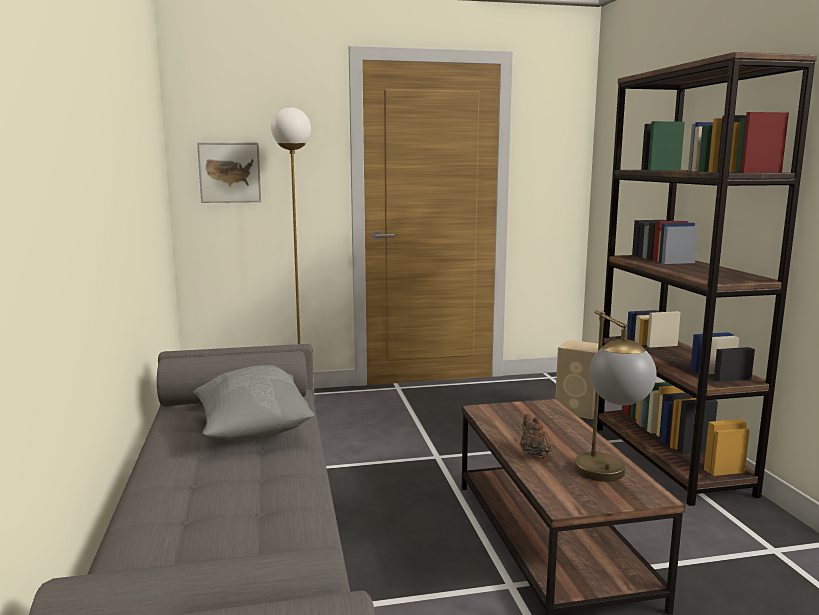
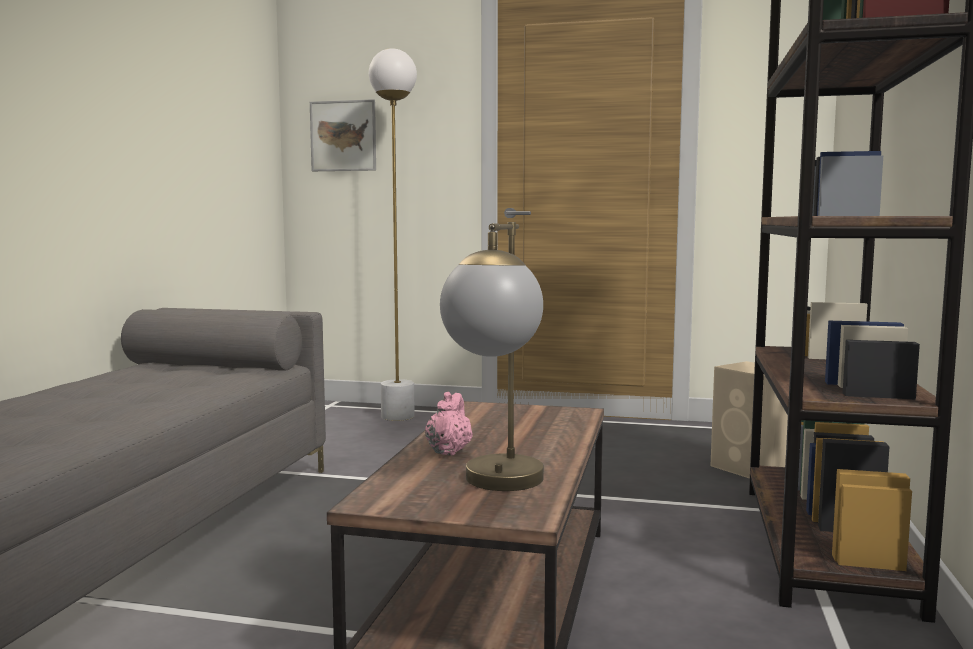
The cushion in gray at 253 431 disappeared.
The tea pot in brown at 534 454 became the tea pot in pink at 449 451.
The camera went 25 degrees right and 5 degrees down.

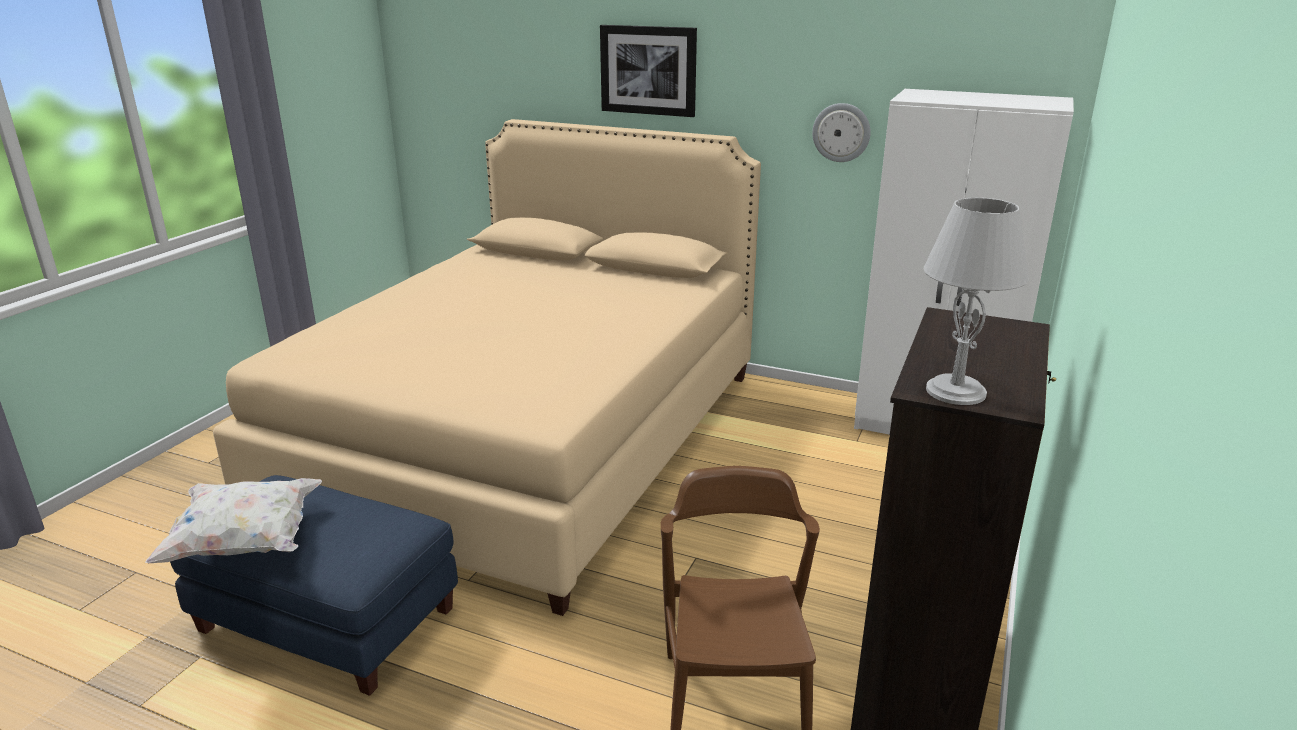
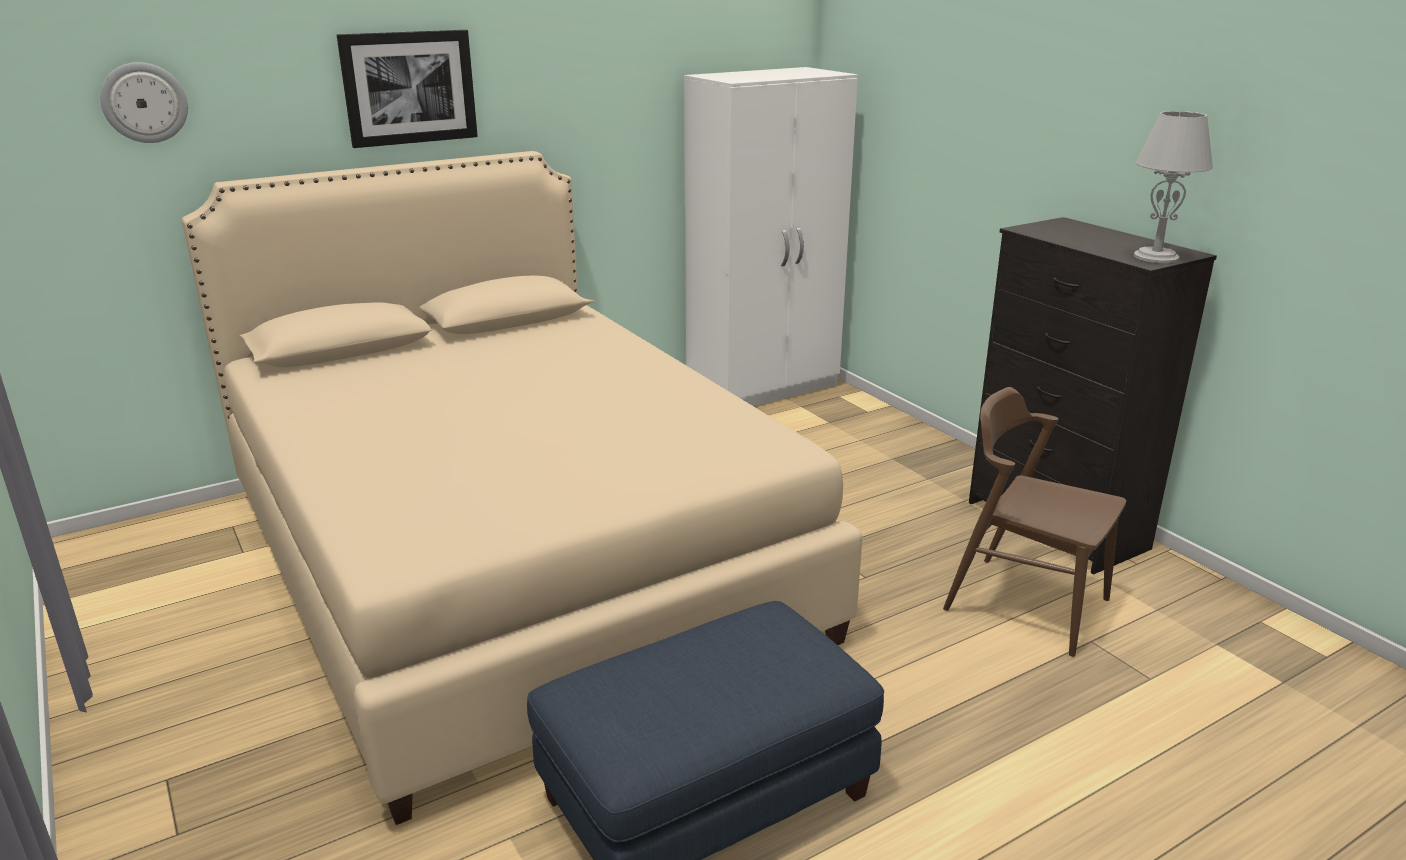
The cushion in white at 246 542 disappeared.
The clock on the wall moved from 841 132 to 144 102.
The camera went 55 degrees left and 0 degrees up.

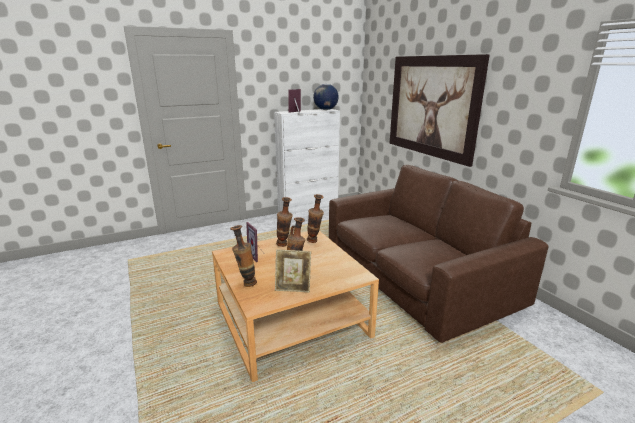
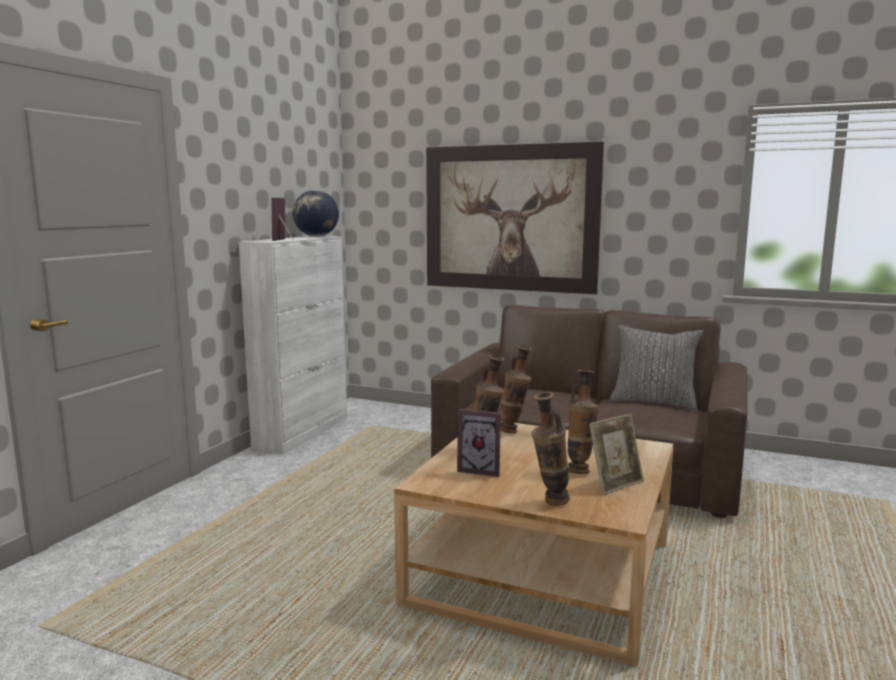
The cushion in gray at 653 402 appeared.
The camera went 40 degrees left and 10 degrees down.

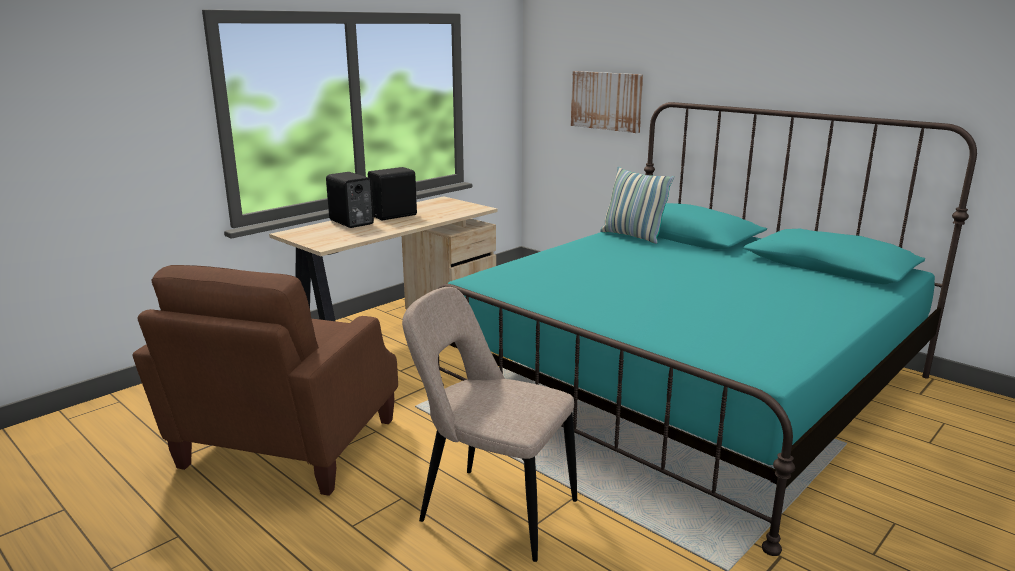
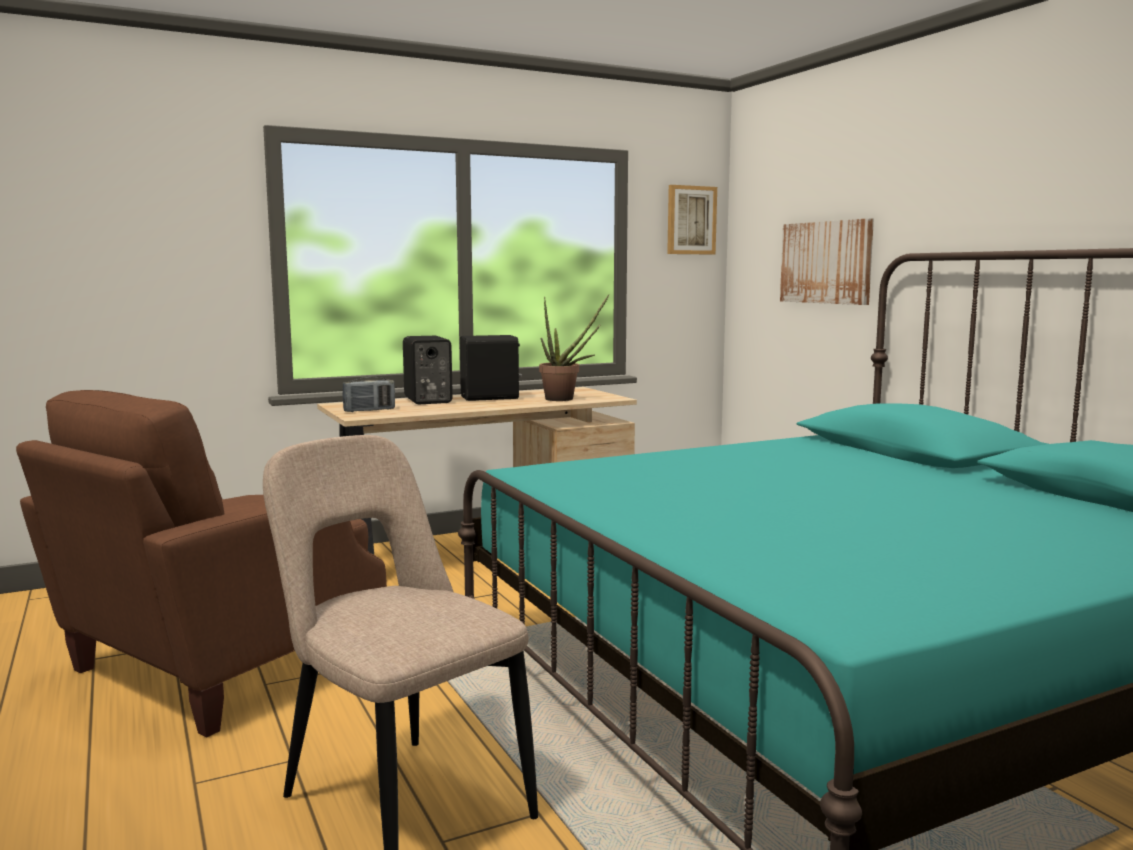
The cushion at 632 236 disappeared.
The radio set at 369 410 appeared.
The houseplant at 566 399 appeared.
The wall art at 691 220 appeared.
The camera went 20 degrees right and 10 degrees down.

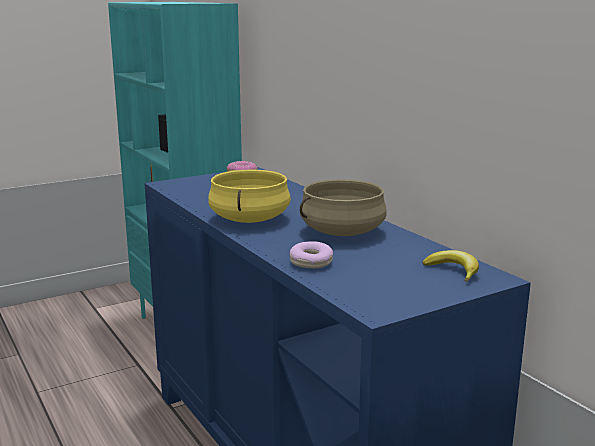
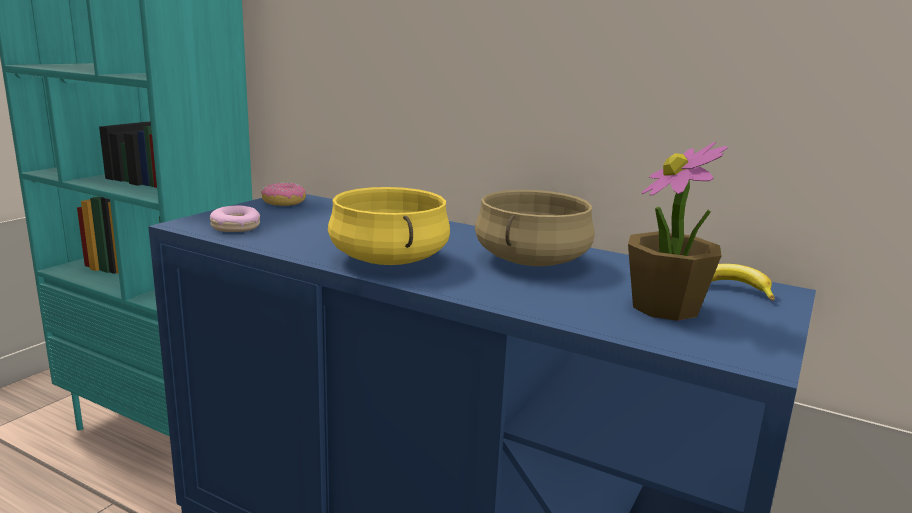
The houseplant at 665 307 appeared.
The donut moved from 311 262 to 235 227.
The camera went 30 degrees left and 0 degrees up.

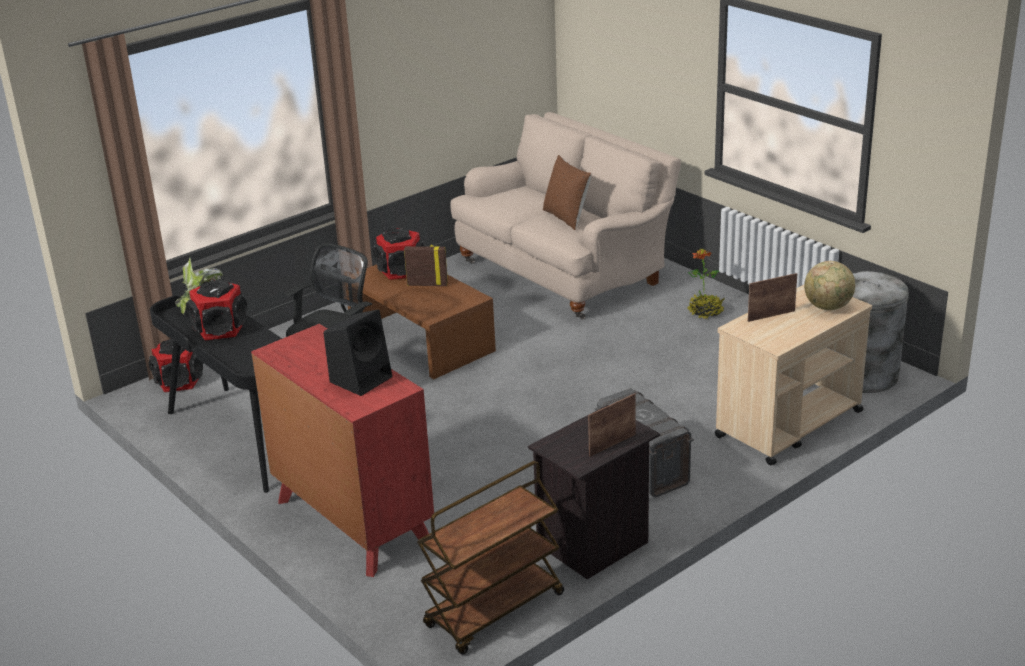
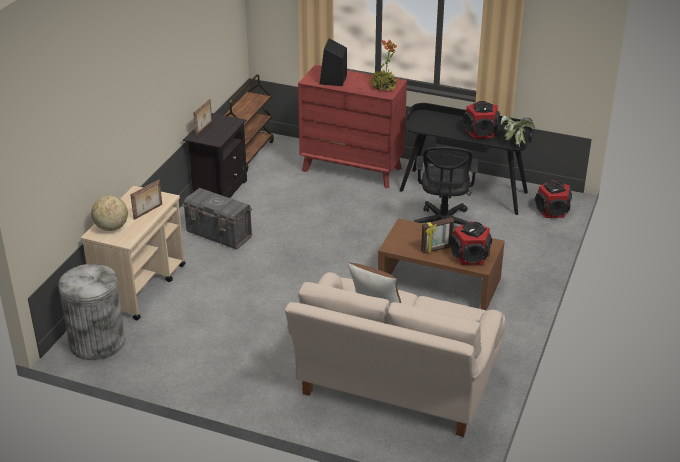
The houseplant moved from 705 312 to 383 86.
The camera went 150 degrees right and 5 degrees up.

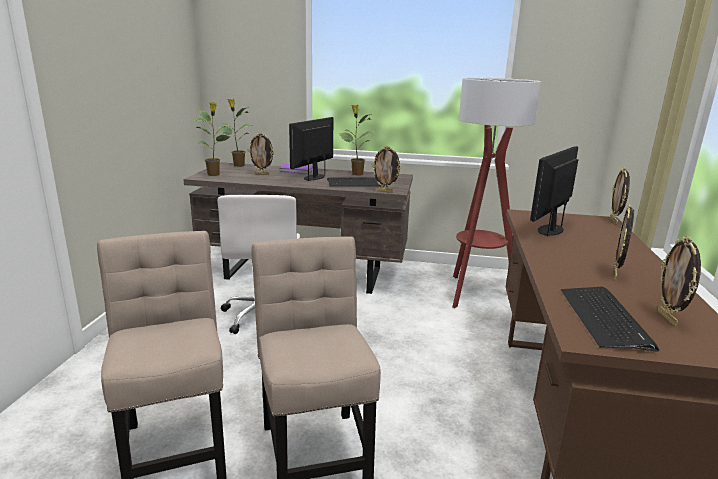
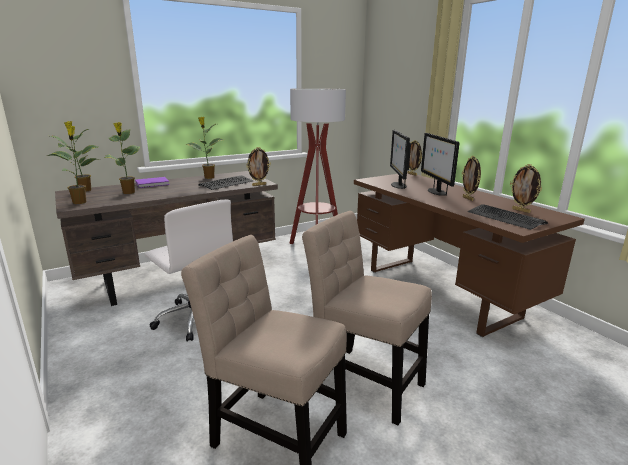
The computer display moved from 314 177 to 436 192.
The standing frame at 262 174 was replaced by the houseplant at 128 192.
The camera went 40 degrees left and 0 degrees up.

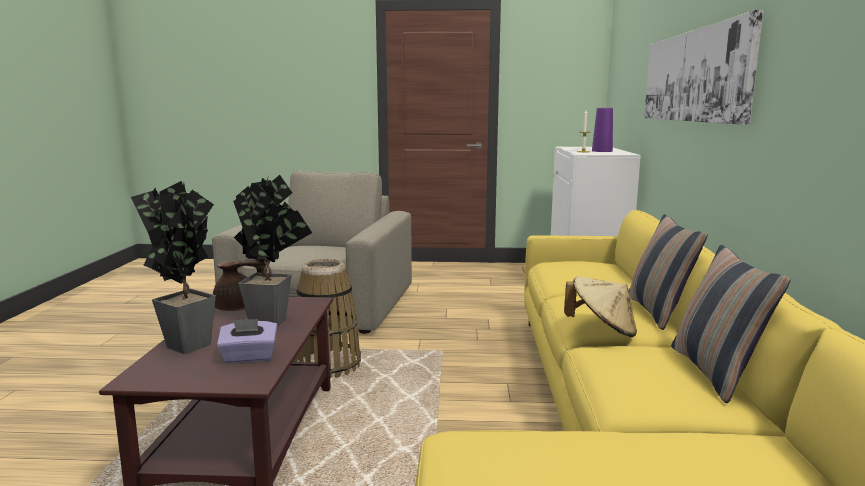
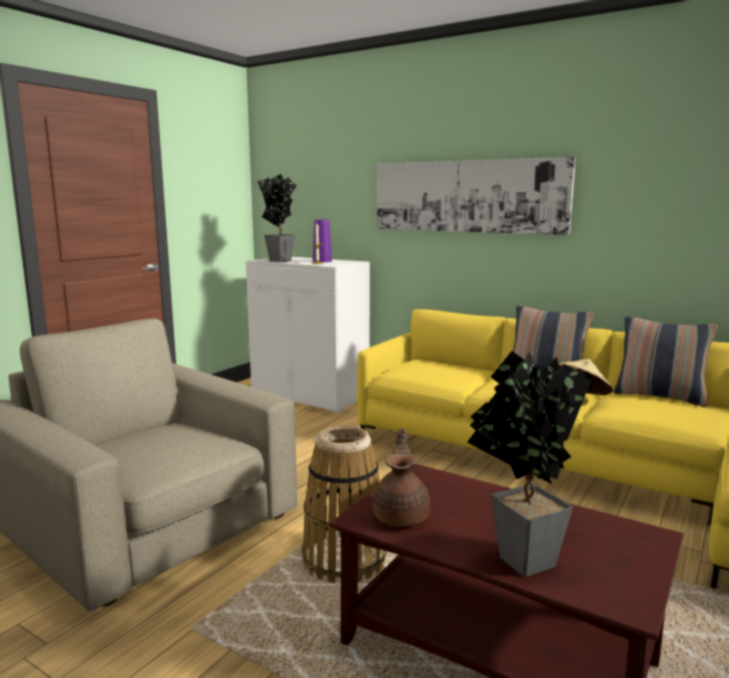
The tissue box in purplish at 249 357 disappeared.
The houseplant moved from 274 320 to 279 261.
The camera went 60 degrees left and 0 degrees up.

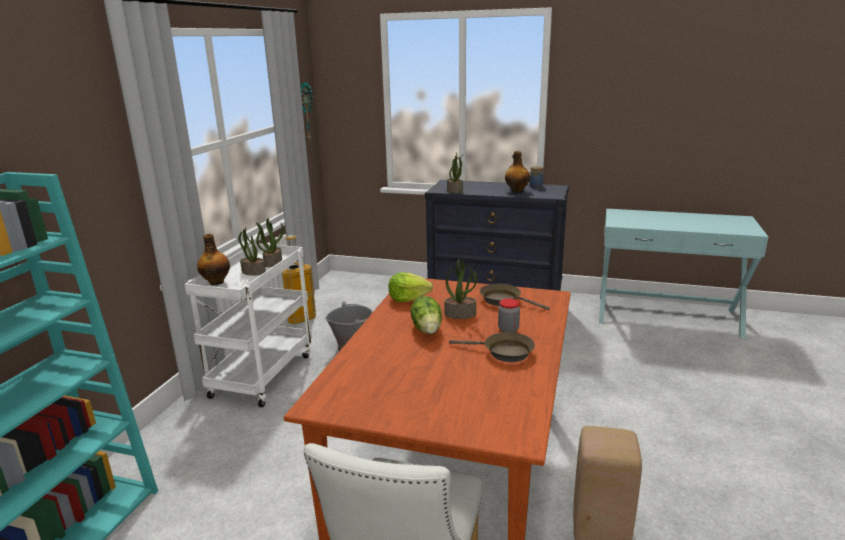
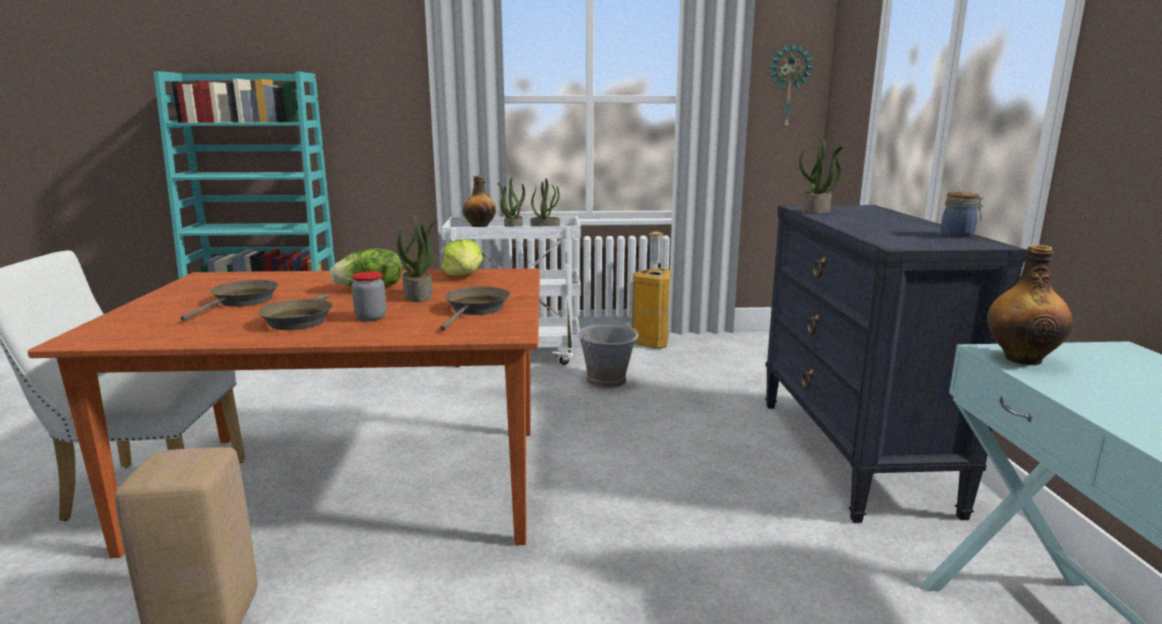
The frying pan in brown at 242 302 appeared.
The beverage bottle moved from 516 191 to 1021 359.
The camera went 70 degrees right and 5 degrees down.

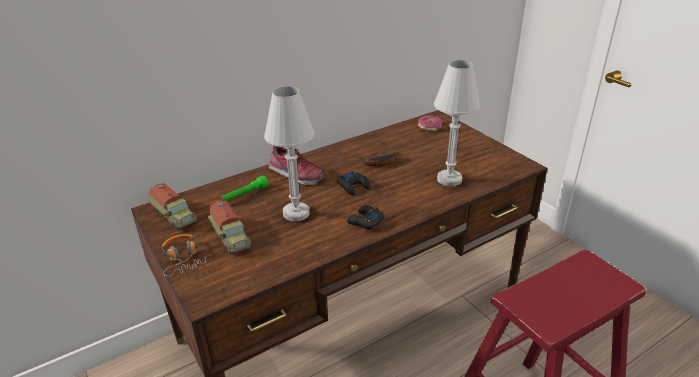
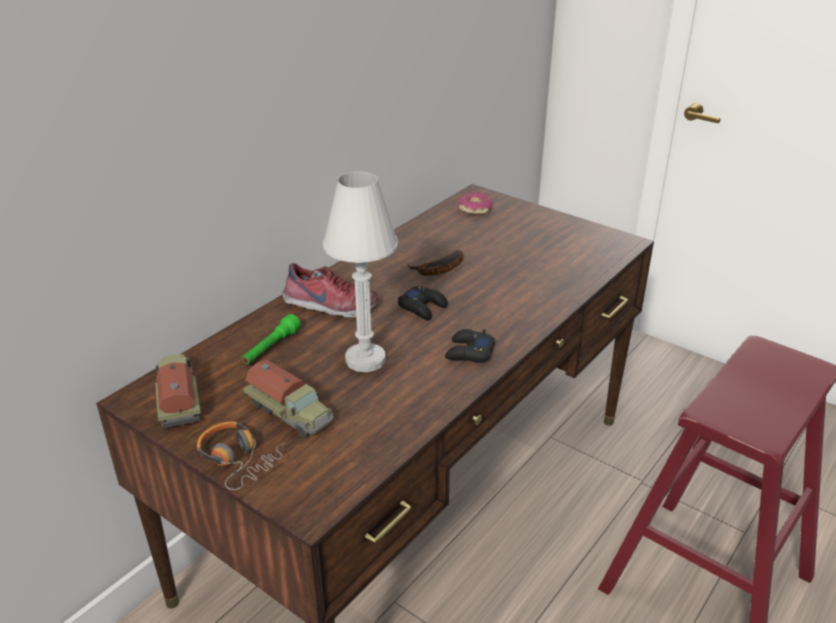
The table lamp in white at 449 179 disappeared.
The toy truck at 174 215 turned 135 degrees counterclockwise.
The camera went 20 degrees left and 0 degrees up.

